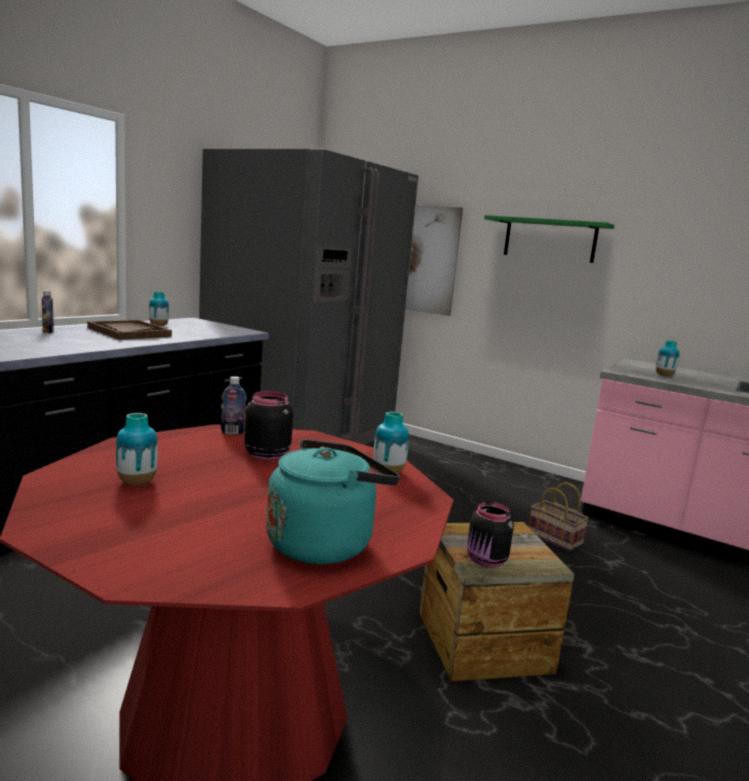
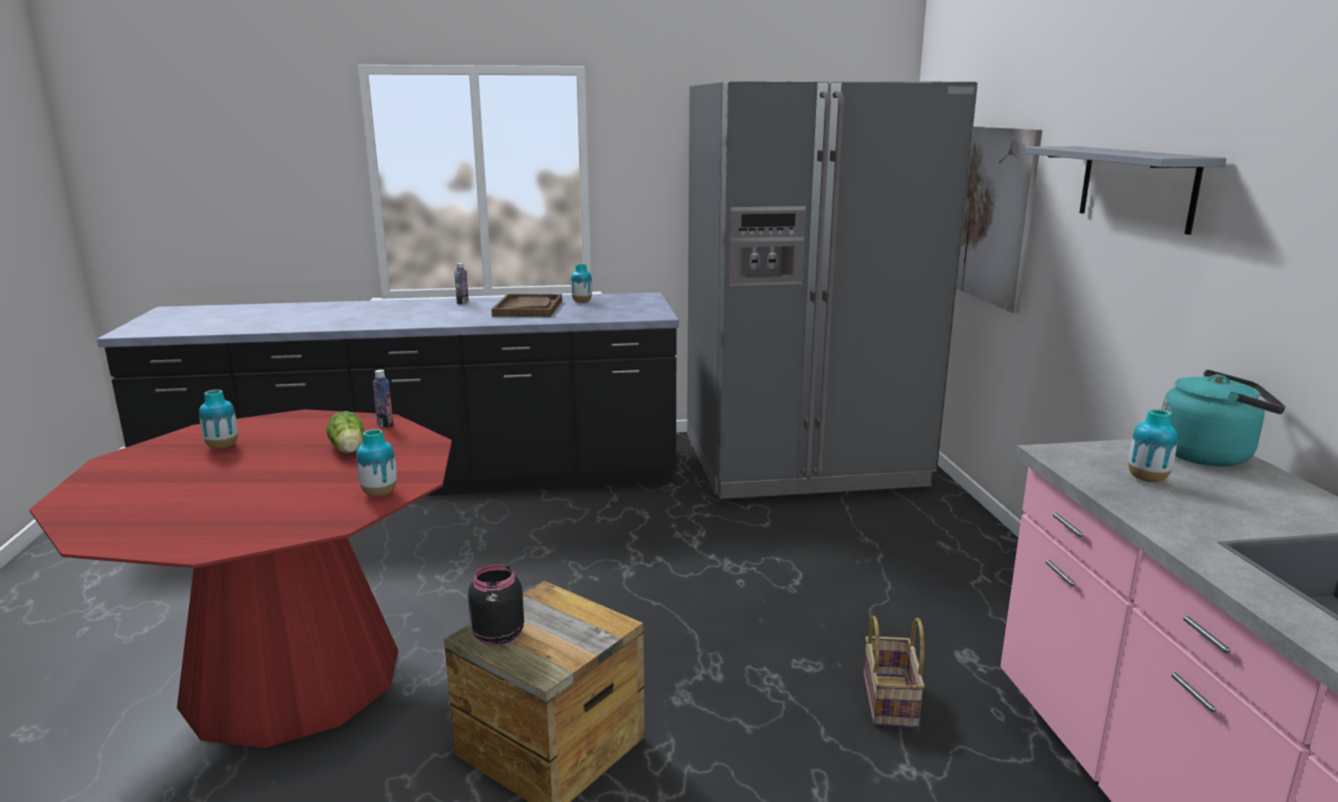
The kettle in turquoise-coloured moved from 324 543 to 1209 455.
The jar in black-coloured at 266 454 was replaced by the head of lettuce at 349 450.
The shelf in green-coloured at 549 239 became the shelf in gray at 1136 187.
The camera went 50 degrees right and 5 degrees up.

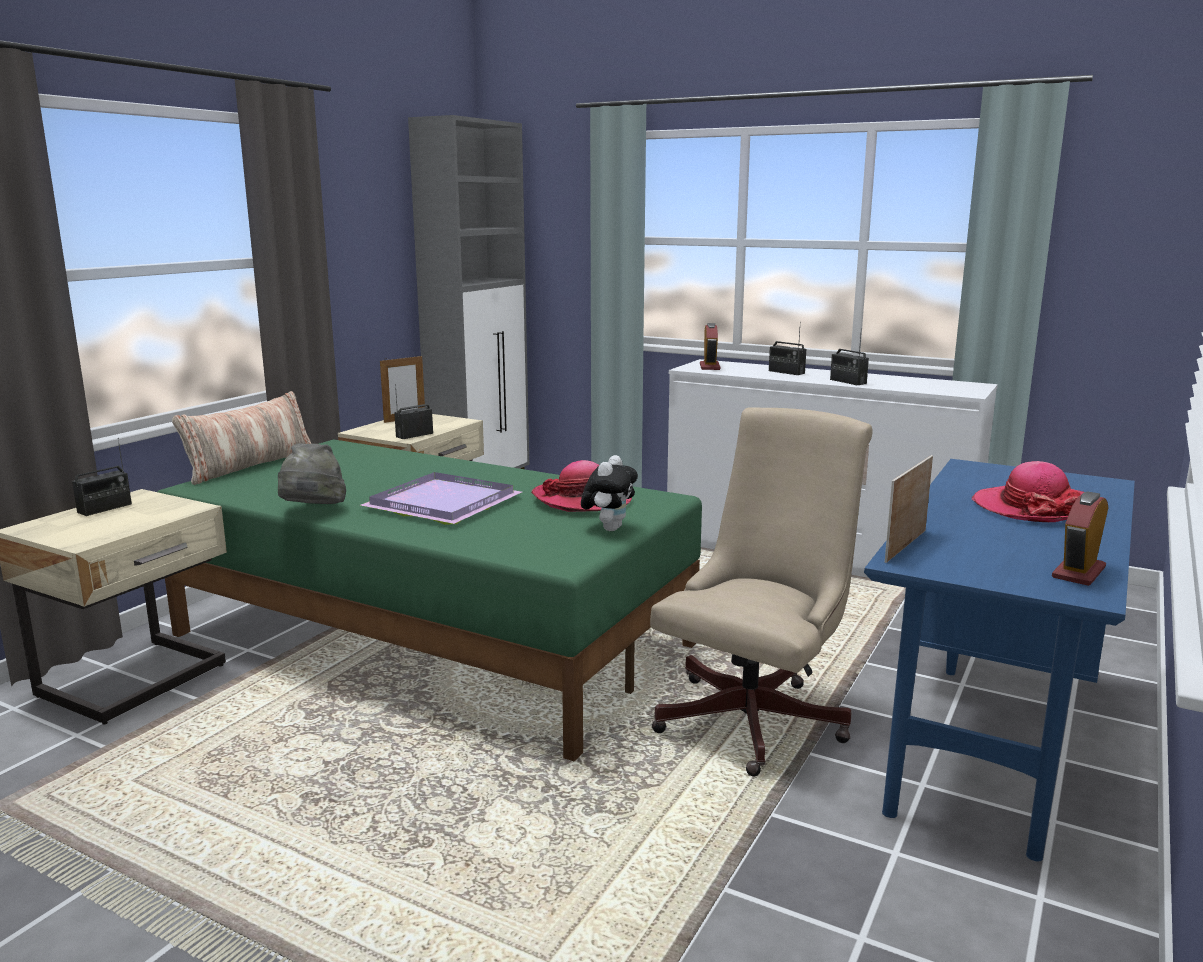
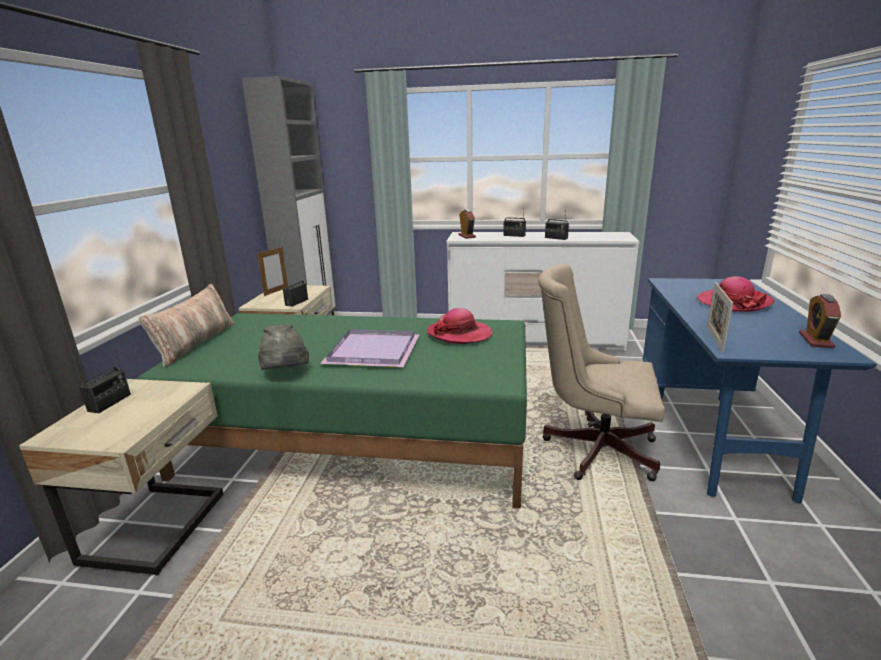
The cuddly toy at 609 528 disappeared.
The computer chair in sand-coloured at 758 716 turned 90 degrees counterclockwise.
The camera went 20 degrees left and 5 degrees up.

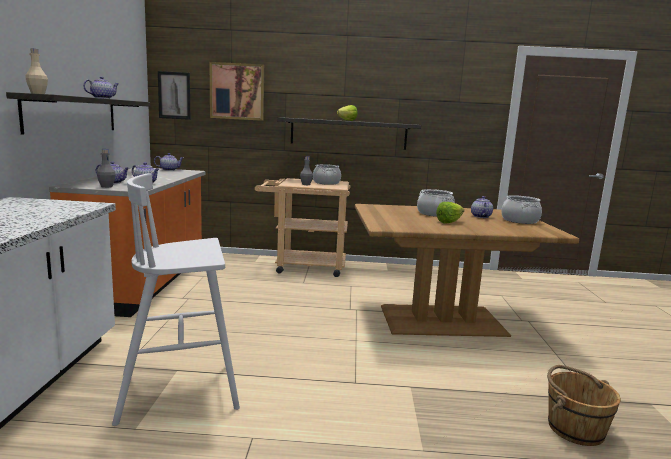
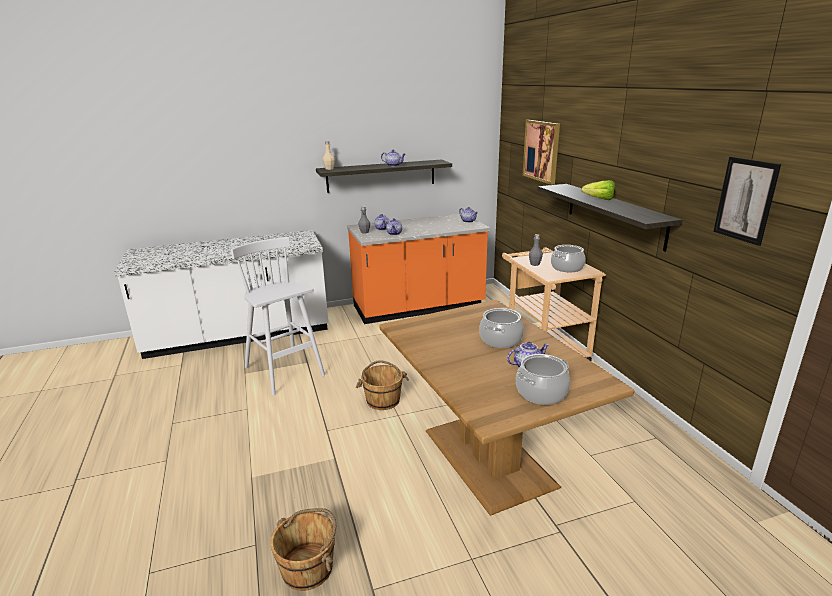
The head of lettuce at 451 222 disappeared.
The pail in brown at 383 400 appeared.
The wall art moved from 174 95 to 745 200.
The camera went 70 degrees right and 10 degrees up.

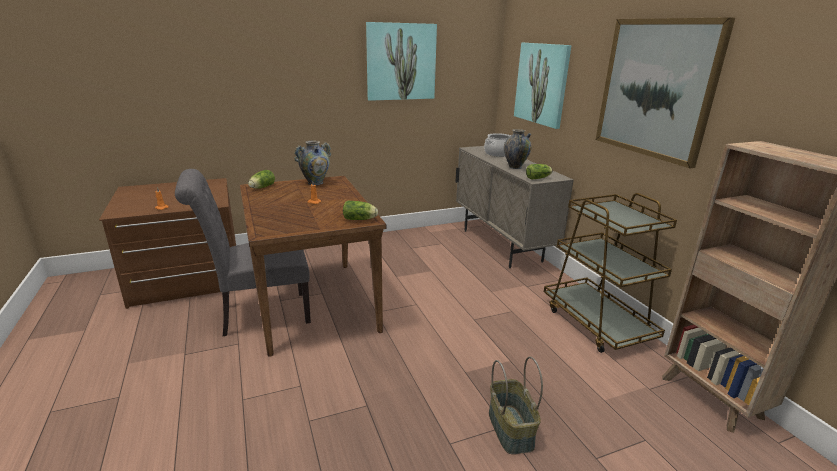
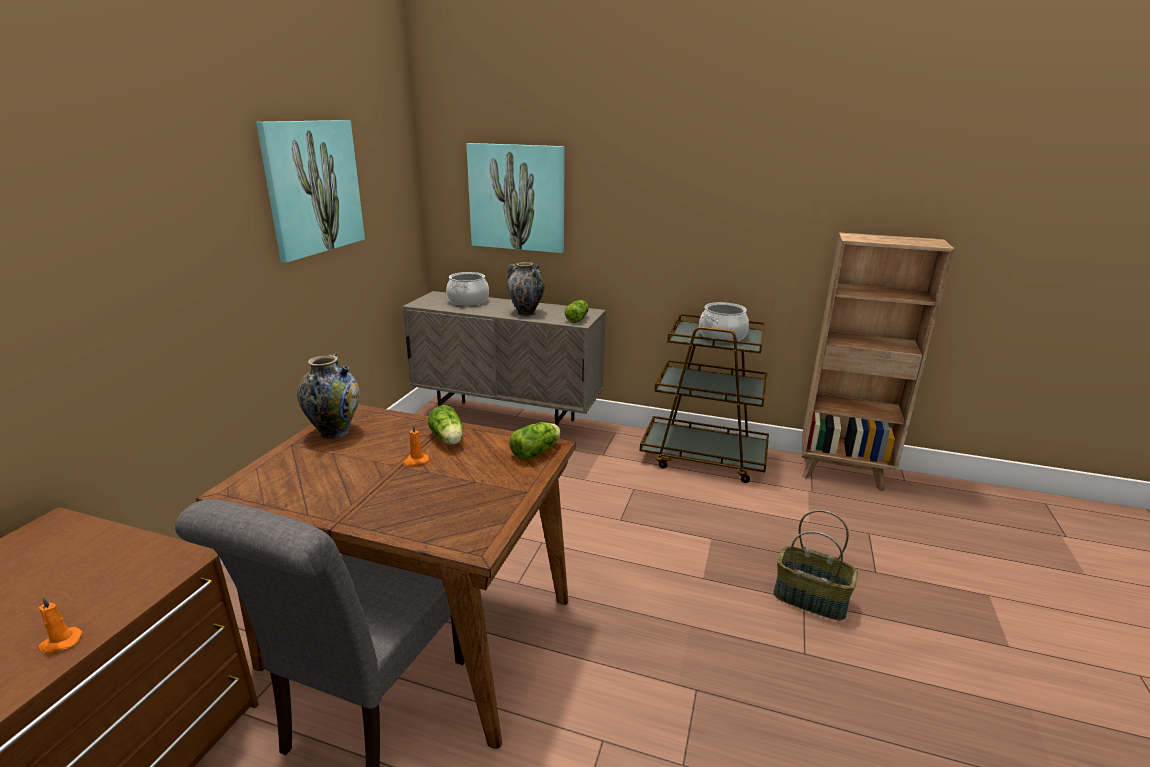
The wall art at 656 89 disappeared.
The saucepot at 722 336 appeared.
The head of lettuce moved from 261 188 to 448 439.
The camera went 50 degrees left and 0 degrees up.

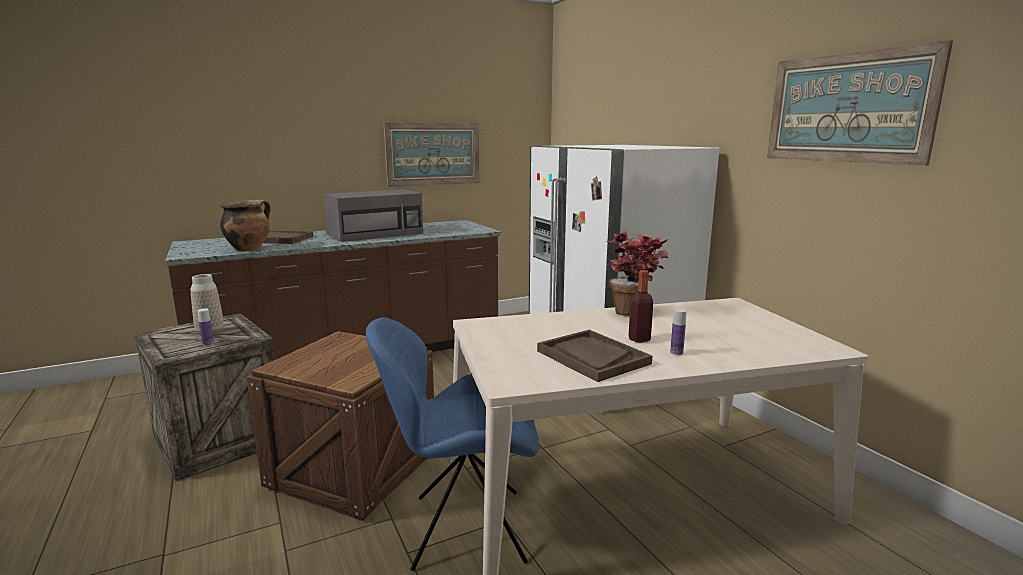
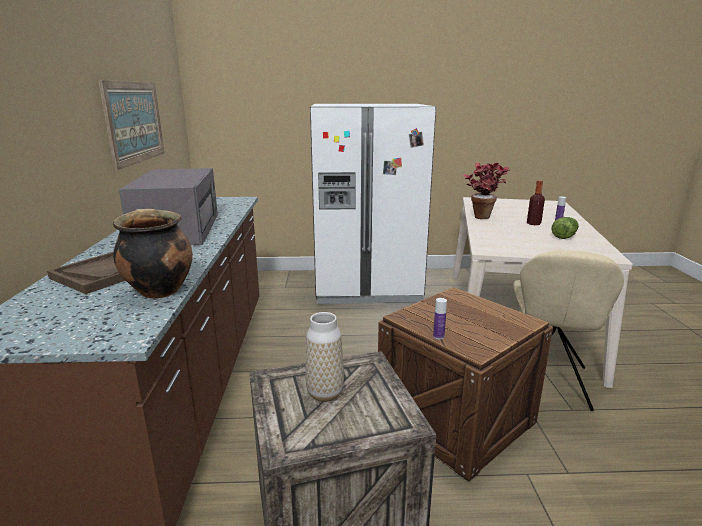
The wall art at 847 108 disappeared.
The beverage bottle moved from 208 344 to 438 336.
The serving tray in brown at 592 357 was replaced by the head of lettuce at 564 236.
The upright chair in blue-coloured at 462 528 became the upright chair in sand-coloured at 547 383.
The camera went 65 degrees left and 5 degrees up.

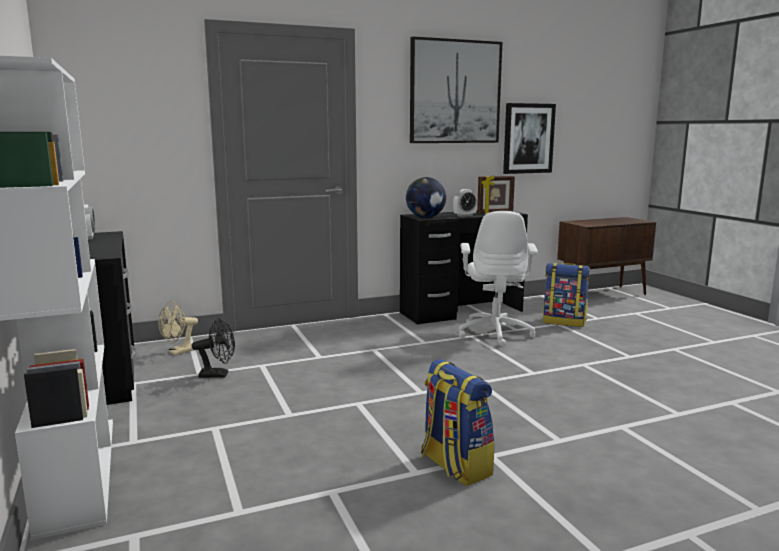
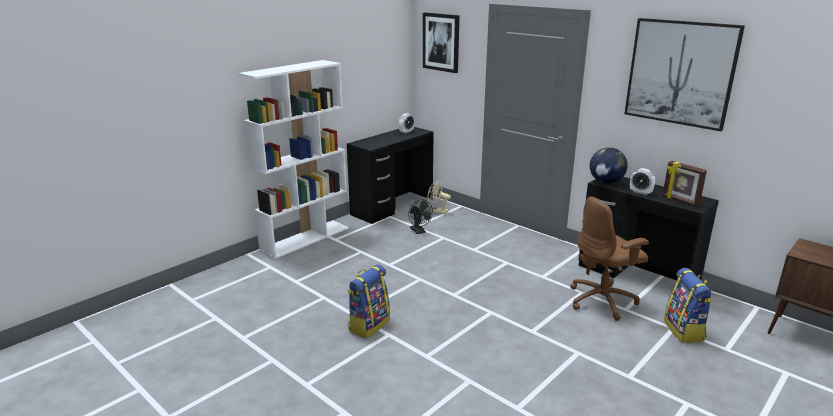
The wall art moved from 528 138 to 441 42.
The computer chair in white at 495 333 became the computer chair in brown at 603 301.
The camera went 65 degrees right and 10 degrees up.

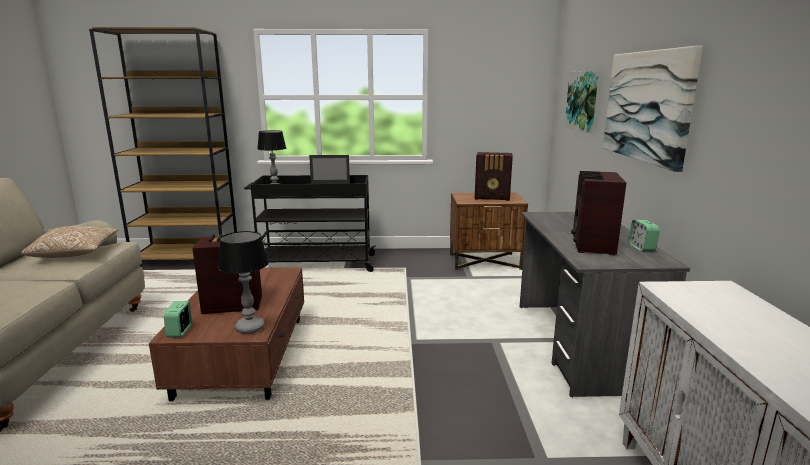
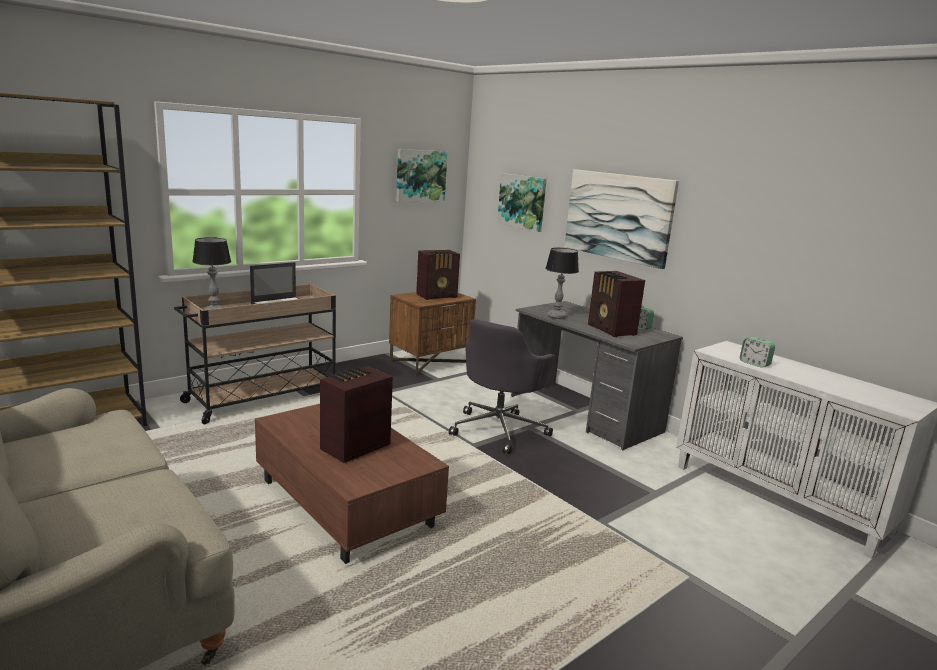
The cushion at 75 253 disappeared.
The wall art at 420 175 appeared.
The computer chair in gray at 499 429 appeared.
The bedside clock moved from 180 332 to 754 364.
The table lamp moved from 250 327 to 556 316.
The cart in black-coloured at 315 264 became the cart in sand-coloured at 262 398.
The camera went 40 degrees left and 0 degrees up.

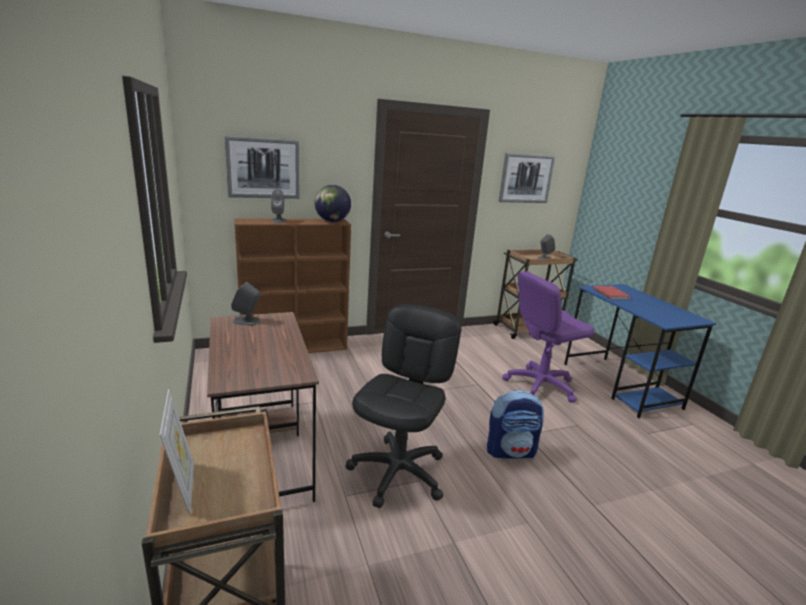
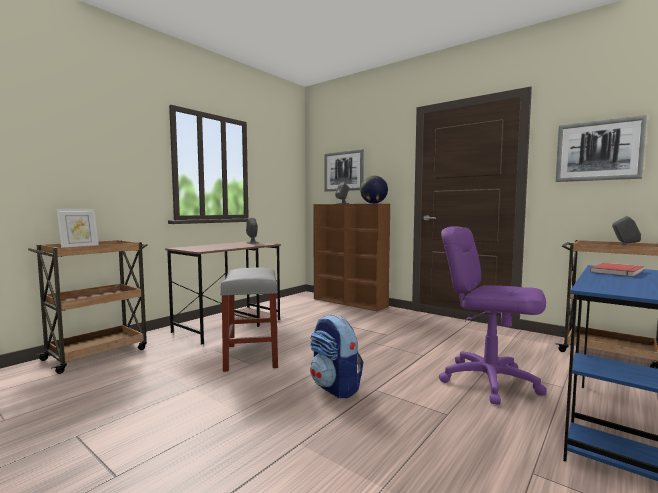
The computer chair in black-coloured at 398 472 was replaced by the stool in gray at 252 356.
The camera went 60 degrees right and 15 degrees down.

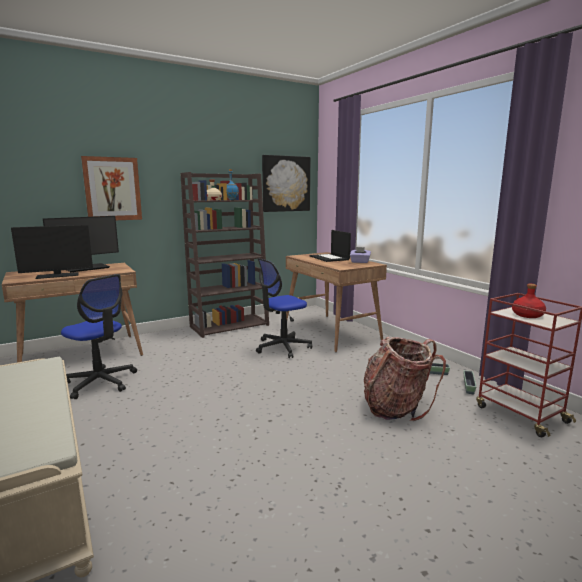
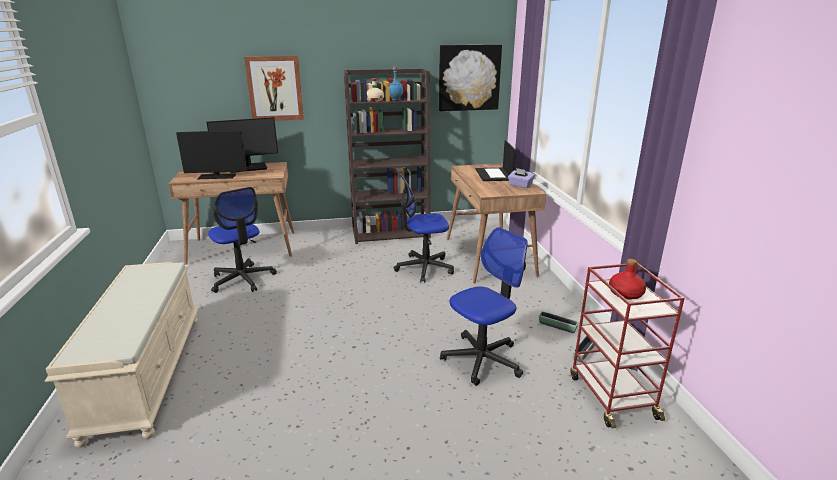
The knapsack at 396 407 was replaced by the computer chair at 482 359.
The camera went 20 degrees right and 10 degrees up.

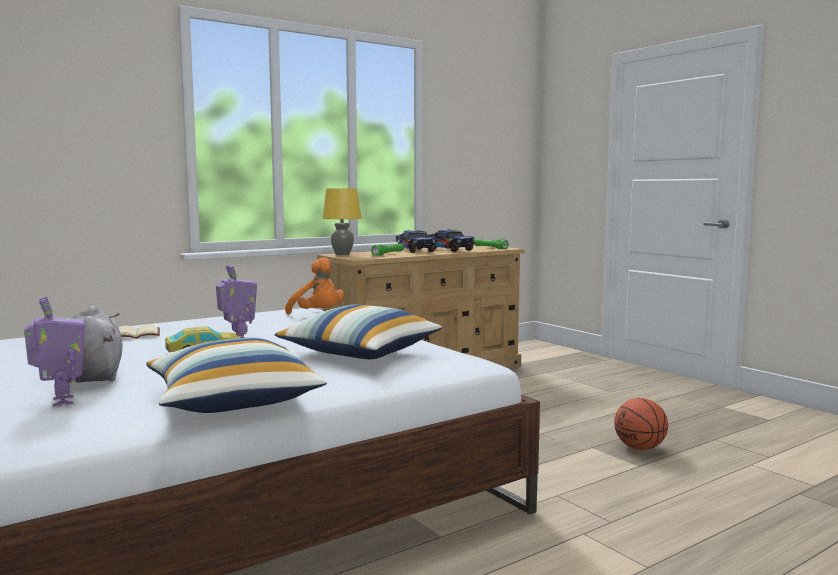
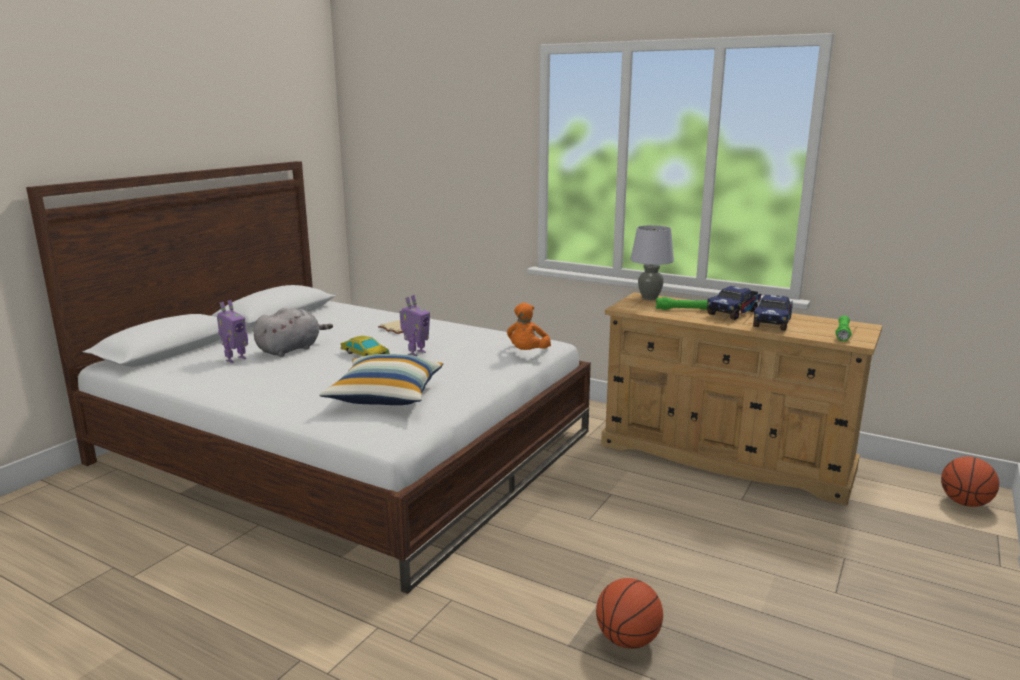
The cushion at 232 400 disappeared.
The basketball ball at 965 503 appeared.
The table lamp in yellow at 342 254 became the table lamp in gray at 649 297.
The camera went 65 degrees right and 10 degrees up.

